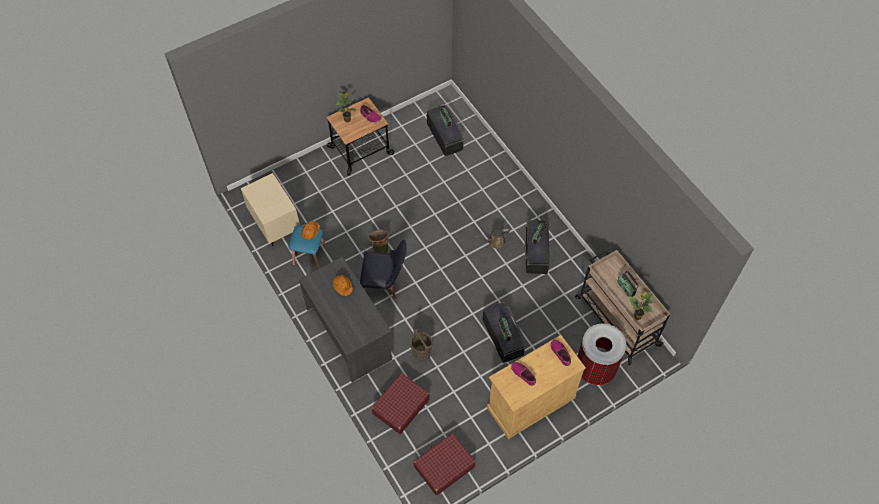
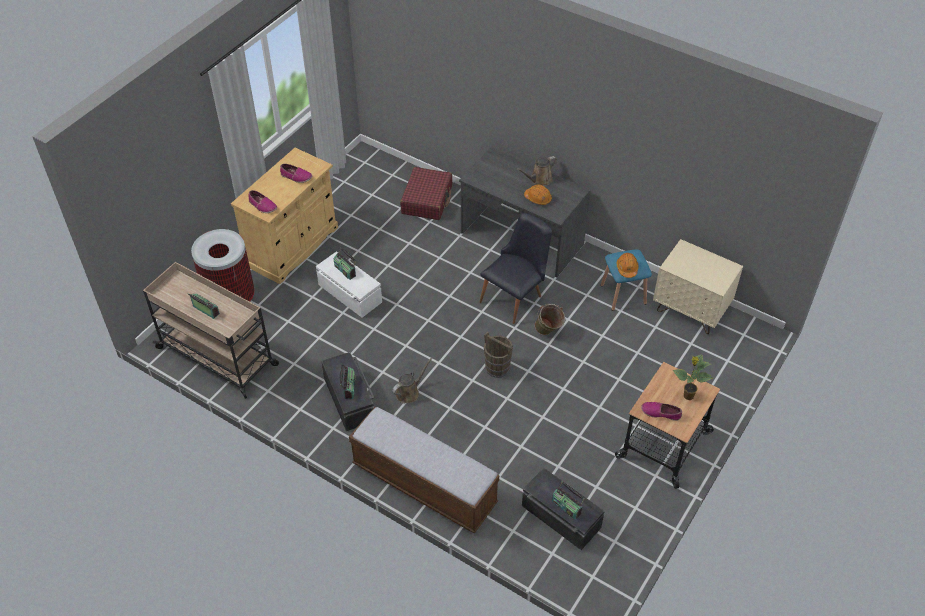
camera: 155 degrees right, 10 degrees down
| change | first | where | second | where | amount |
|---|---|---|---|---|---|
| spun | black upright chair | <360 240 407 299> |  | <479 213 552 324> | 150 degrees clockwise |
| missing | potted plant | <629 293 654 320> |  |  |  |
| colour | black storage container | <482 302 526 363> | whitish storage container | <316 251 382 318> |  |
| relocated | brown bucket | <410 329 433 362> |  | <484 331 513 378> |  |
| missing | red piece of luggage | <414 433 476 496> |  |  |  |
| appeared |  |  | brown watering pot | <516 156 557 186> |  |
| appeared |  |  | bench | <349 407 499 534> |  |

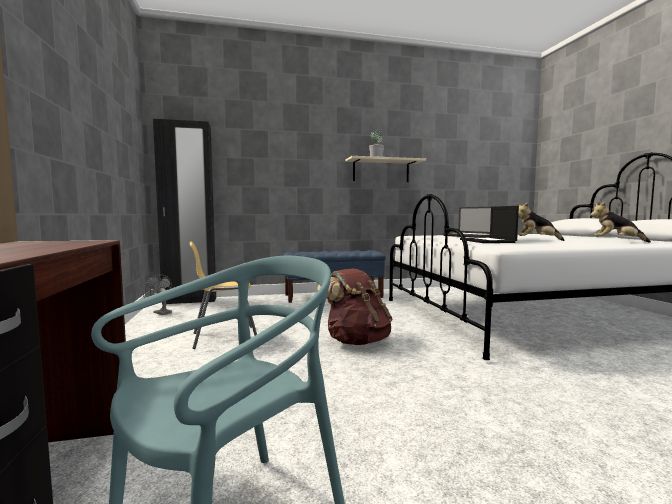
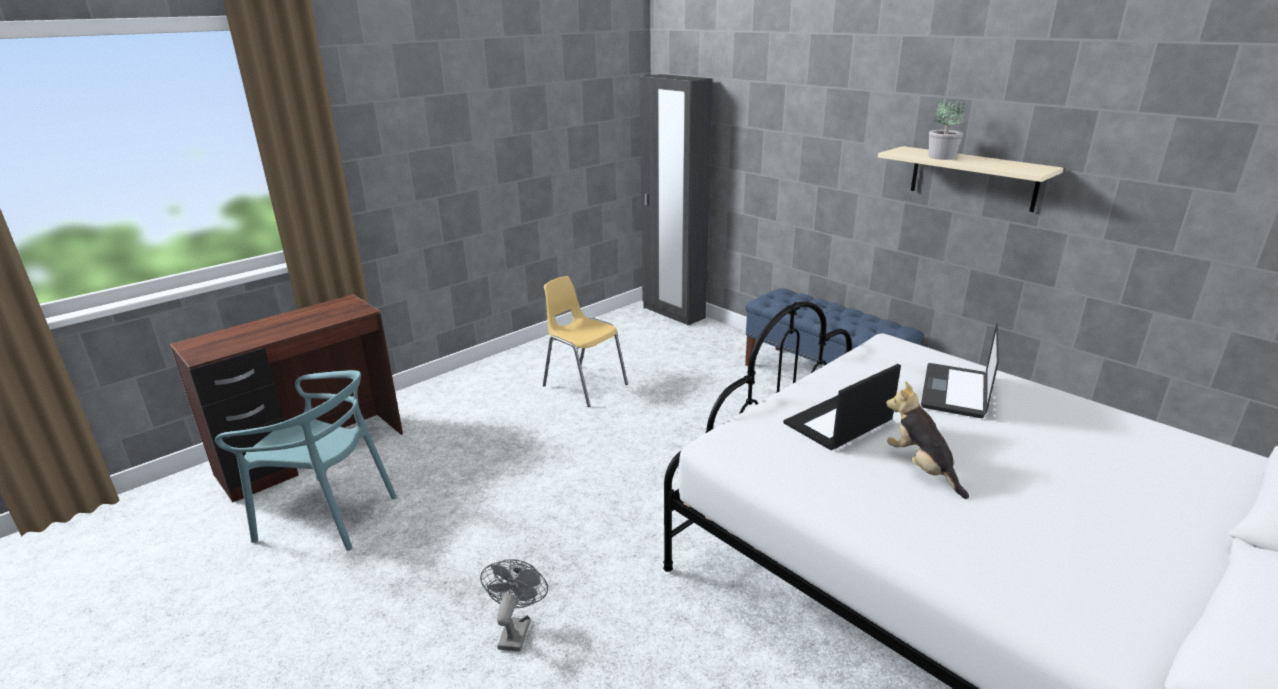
camera: 60 degrees right, 20 degrees up
| change | first | where | second | where | amount |
|---|---|---|---|---|---|
| missing | cuddly toy | <590 201 651 243> |  |  |  |
| missing | brown backpack | <317 269 393 345> |  |  |  |
| relocated | gray cooling fan | <143 275 172 315> |  | <480 559 548 652> |  |

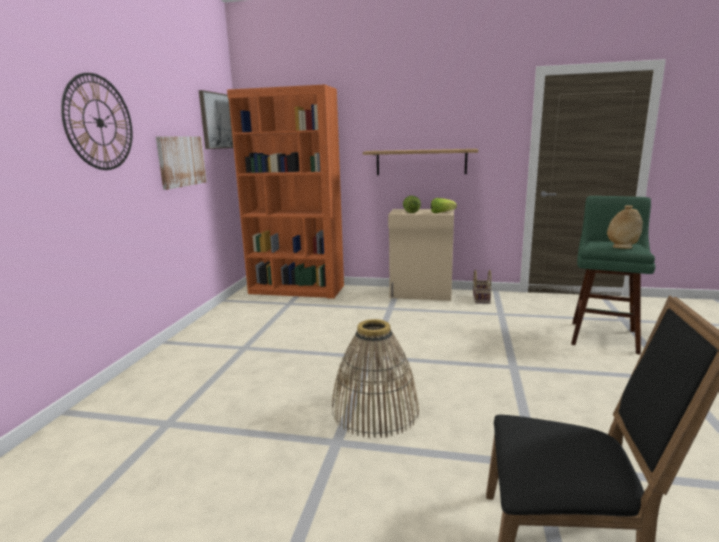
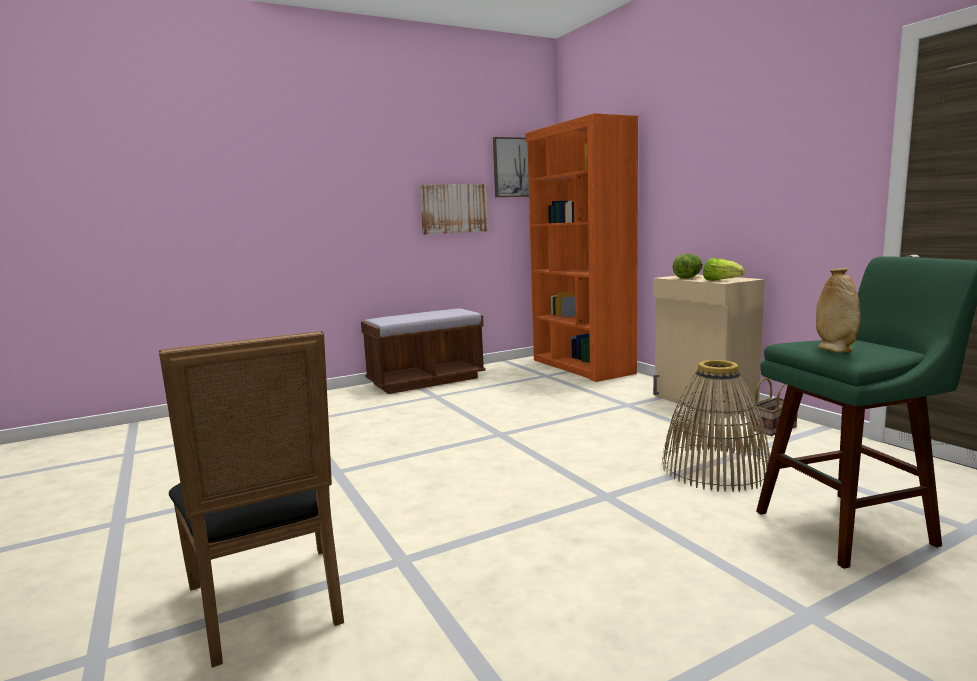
camera: 50 degrees right, 5 degrees down
| change | first | where | second | where | amount |
|---|---|---|---|---|---|
| missing | hanging clock | <61 73 132 170> |  |  |  |
| missing | bracket shelf | <363 149 478 175> |  |  |  |
| relocated | household basket | <332 319 419 438> |  | <662 360 770 492> |  |
| appeared |  |  | brown bench | <361 308 486 394> |  |

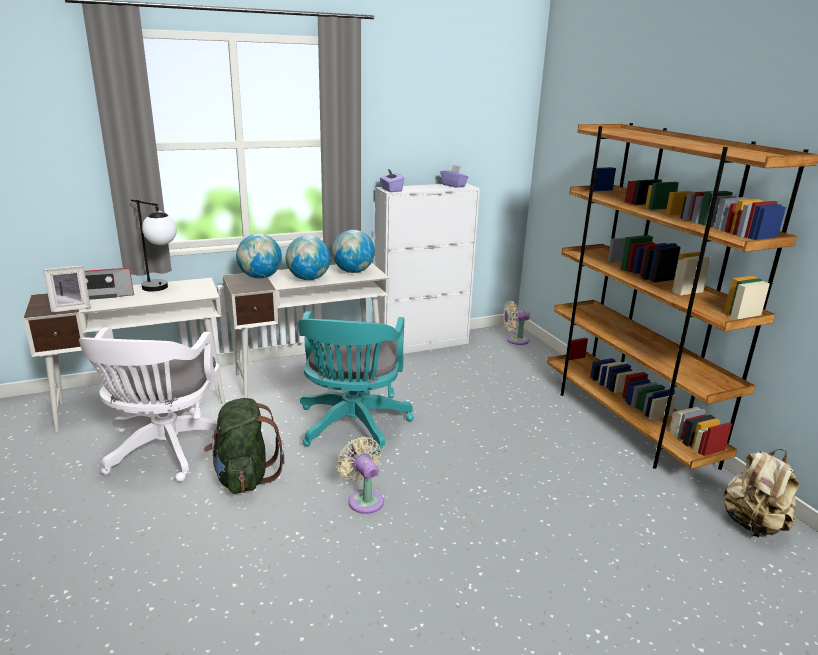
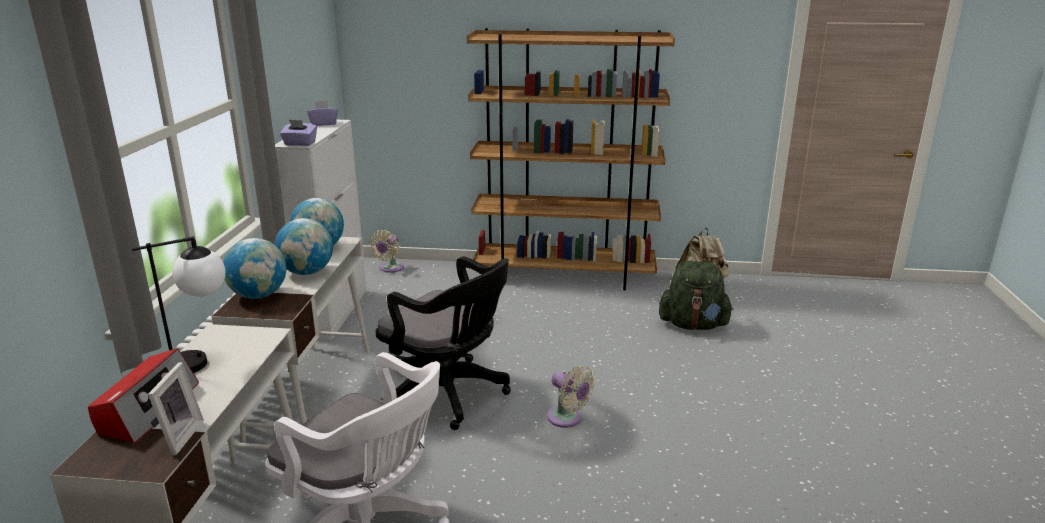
camera: 60 degrees left, 0 degrees up
| change | first | where | second | where | amount |
|---|---|---|---|---|---|
| colour | turquoise office chair | <298 311 414 455> | black office chair | <376 256 511 430> |  |
| relocated | green backpack | <204 398 284 494> |  | <659 261 733 330> |  |
| spun | beige-coloured cooling fan | <336 436 384 514> |  | <547 366 595 428> | 135 degrees counterclockwise |

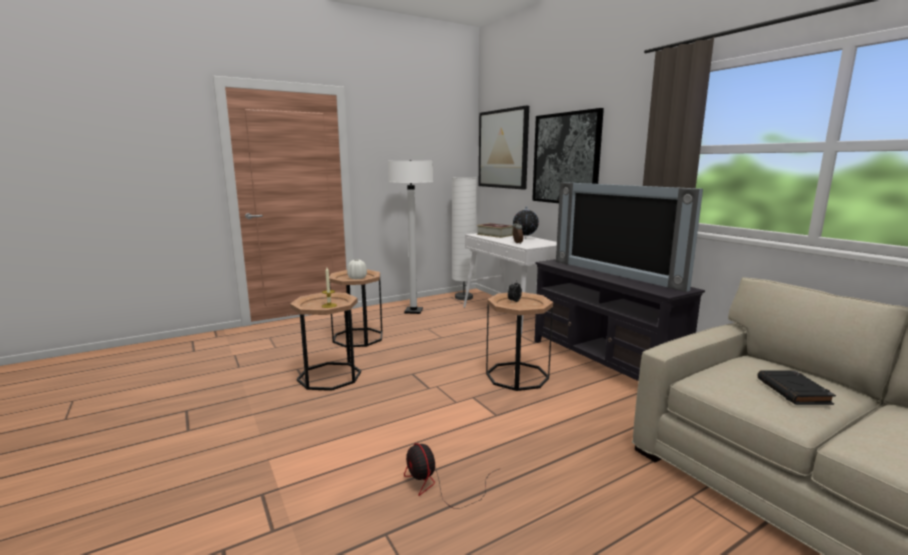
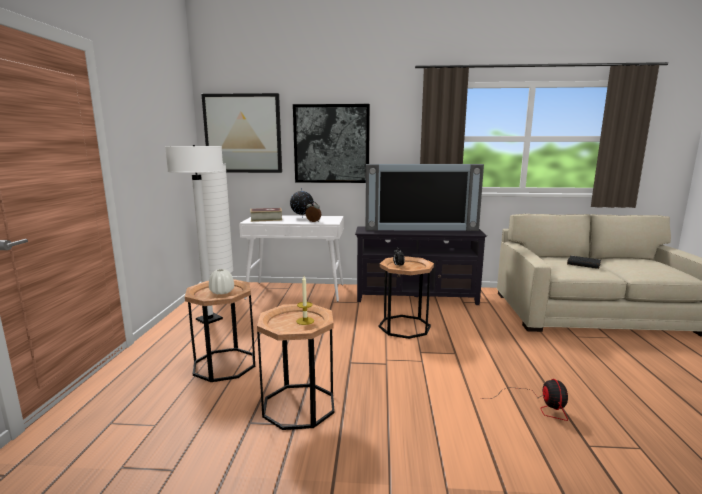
camera: 55 degrees left, 0 degrees up
| change | first | where | second | where | amount |
|---|---|---|---|---|---|
| spun | cooling fan | <404 443 501 509> |  | <480 379 568 421> | 90 degrees counterclockwise |

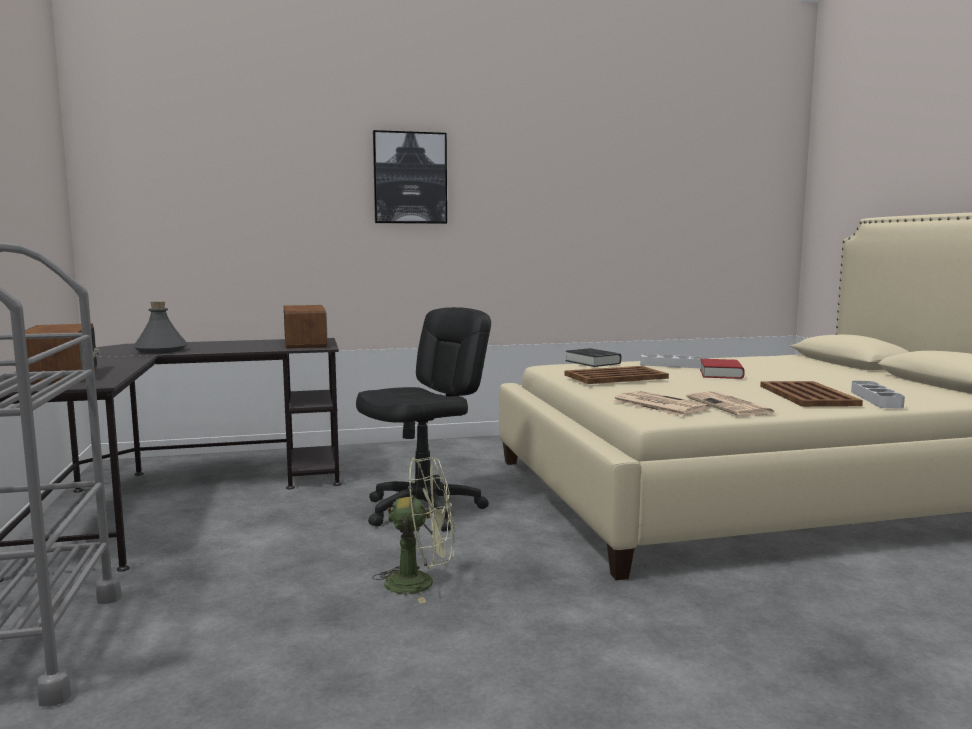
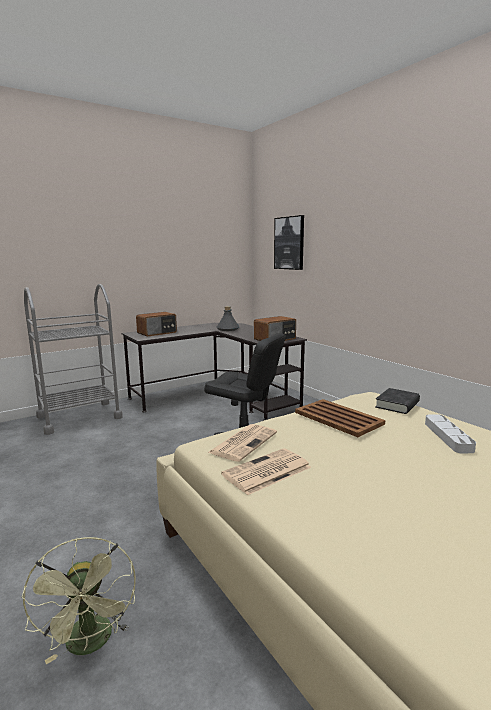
camera: 70 degrees right, 5 degrees up
| change | first | where | second | where | amount |
|---|---|---|---|---|---|
| relocated | picture | <373 130 447 224> |  | <274 215 304 270> |  |
| missing | red book | <700 359 745 379> |  |  |  |
| missing | brown carrying tray | <760 381 863 407> |  |  |  |
| missing | gray carrying tray | <851 381 905 409> |  |  |  |
| relocated | green cooling fan | <372 457 454 604> |  | <22 537 136 664> |  |

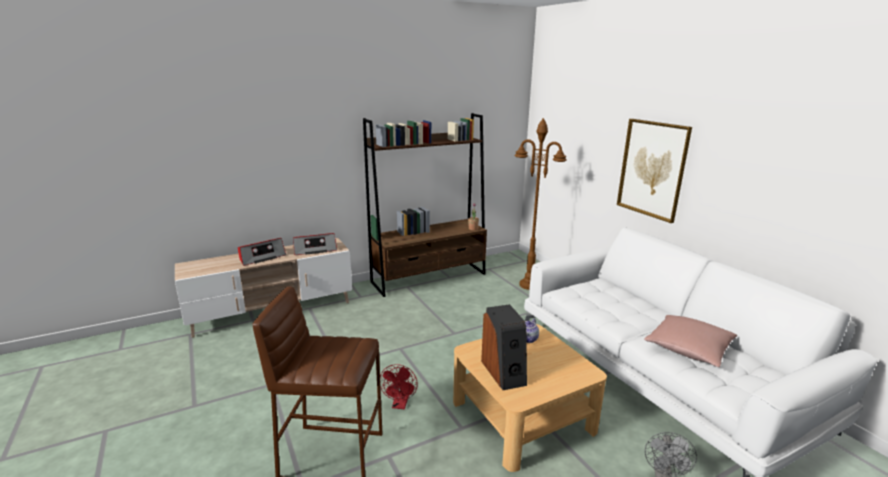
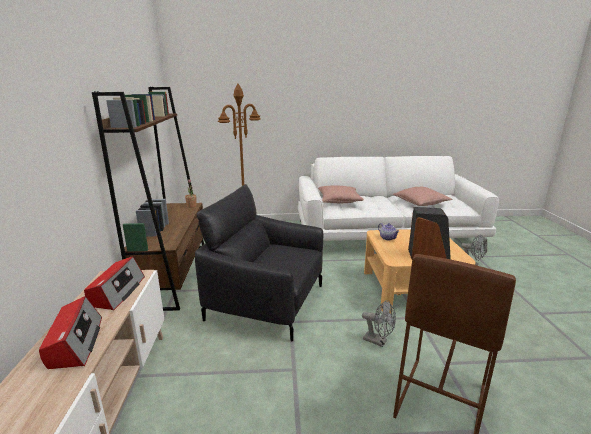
camera: 65 degrees left, 0 degrees up
| change | first | where | second | where | amount |
|---|---|---|---|---|---|
| missing | picture | <617 119 692 223> |  |  |  |
| colour | red cooling fan | <380 364 418 409> | gray cooling fan | <362 300 396 347> |  |
| appeared |  |  | black armchair | <195 184 323 342> |  |
| appeared |  |  | pinkish cushion | <318 185 364 203> |  |

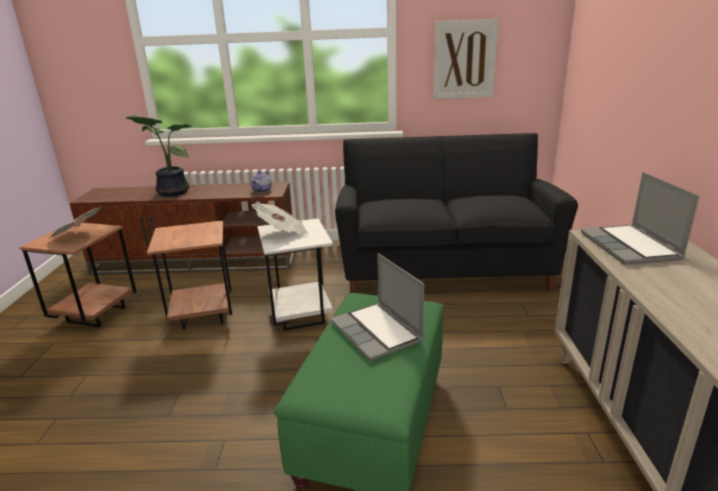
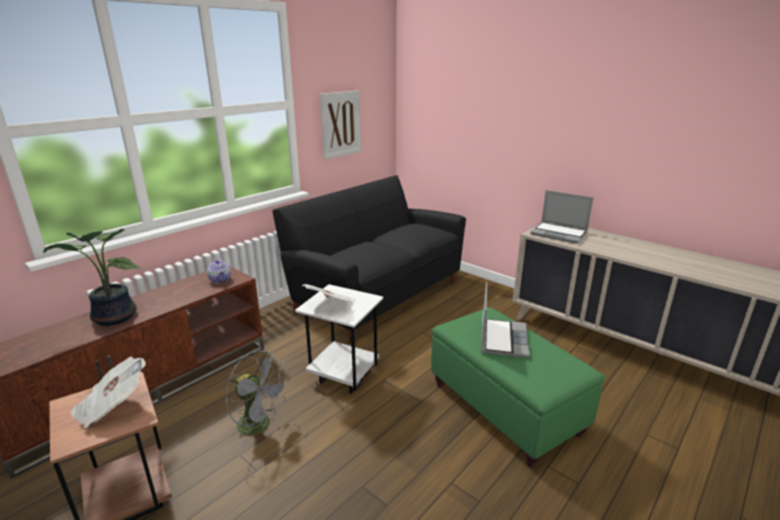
camera: 50 degrees left, 0 degrees up
| change | first | where | second | where | amount |
|---|---|---|---|---|---|
| exchanged | brown accent table | <147 220 232 329> | gray cooling fan | <225 350 289 446> |  |
| spun | portable computer | <331 253 424 361> |  | <481 282 530 358> | 90 degrees counterclockwise |

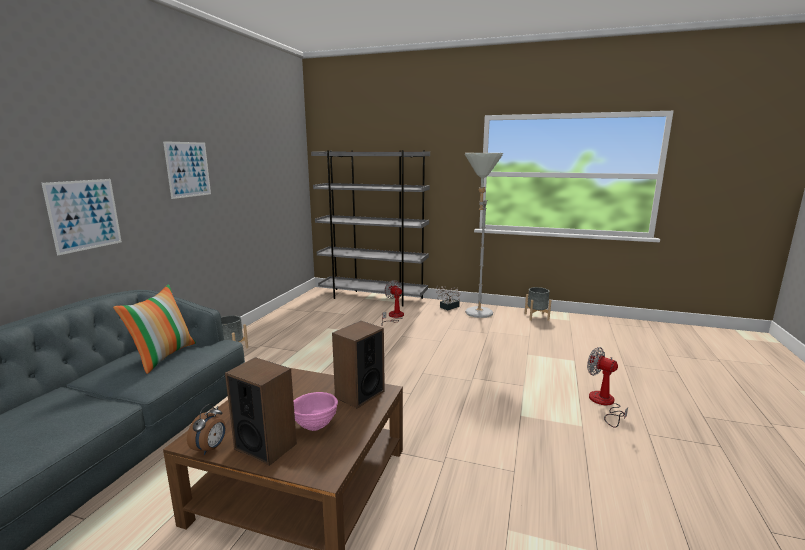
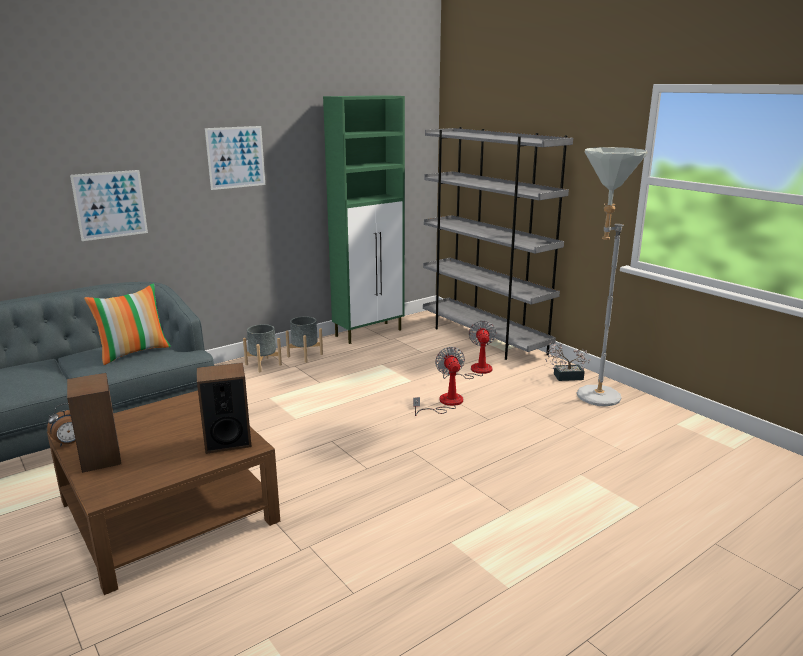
camera: 35 degrees right, 5 degrees up
| change | first | where | second | where | amount |
|---|---|---|---|---|---|
| relocated | gray planter | <525 287 551 321> |  | <286 316 323 363> |  |
| relocated | cooling fan | <587 347 628 428> |  | <413 347 465 416> |  |
| missing | pinkish deep dish | <293 392 338 431> |  |  |  |
| appeared |  |  | green cupboard | <323 95 405 344> |  |

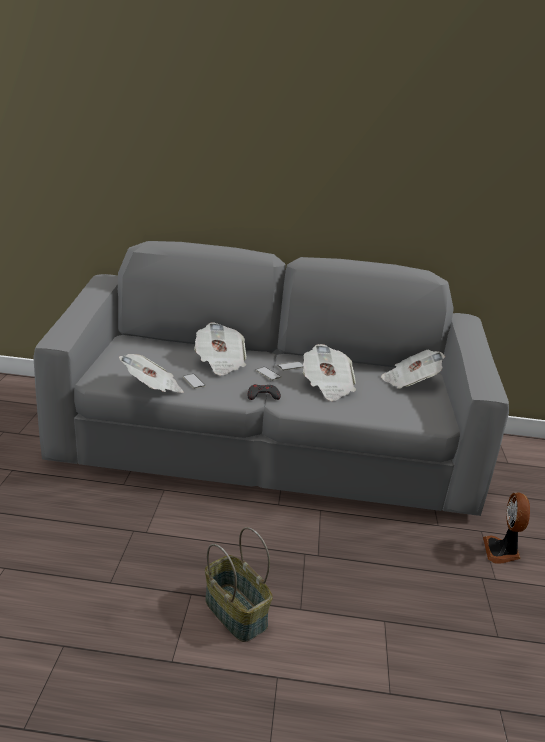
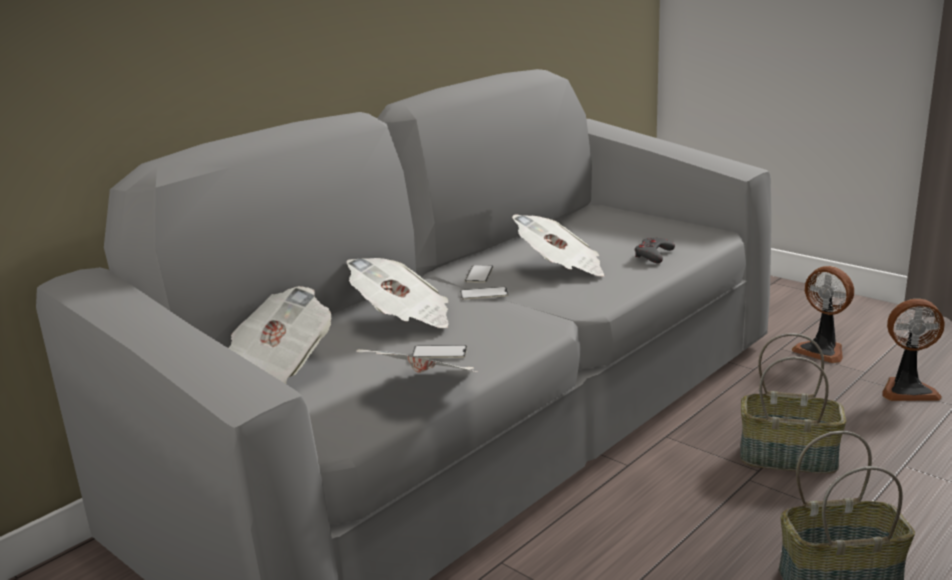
camera: 50 degrees left, 5 degrees down
| change | first | where | second | where | amount |
|---|---|---|---|---|---|
| relocated | printed paper | <381 350 445 389> |  | <229 286 331 384> |  |
| relocated | gray game controller | <248 384 281 400> |  | <635 238 675 263> |  |
| appeared |  |  | cooling fan | <883 299 945 401> |  |
| appeared |  |  | household basket | <740 333 846 474> |  |

